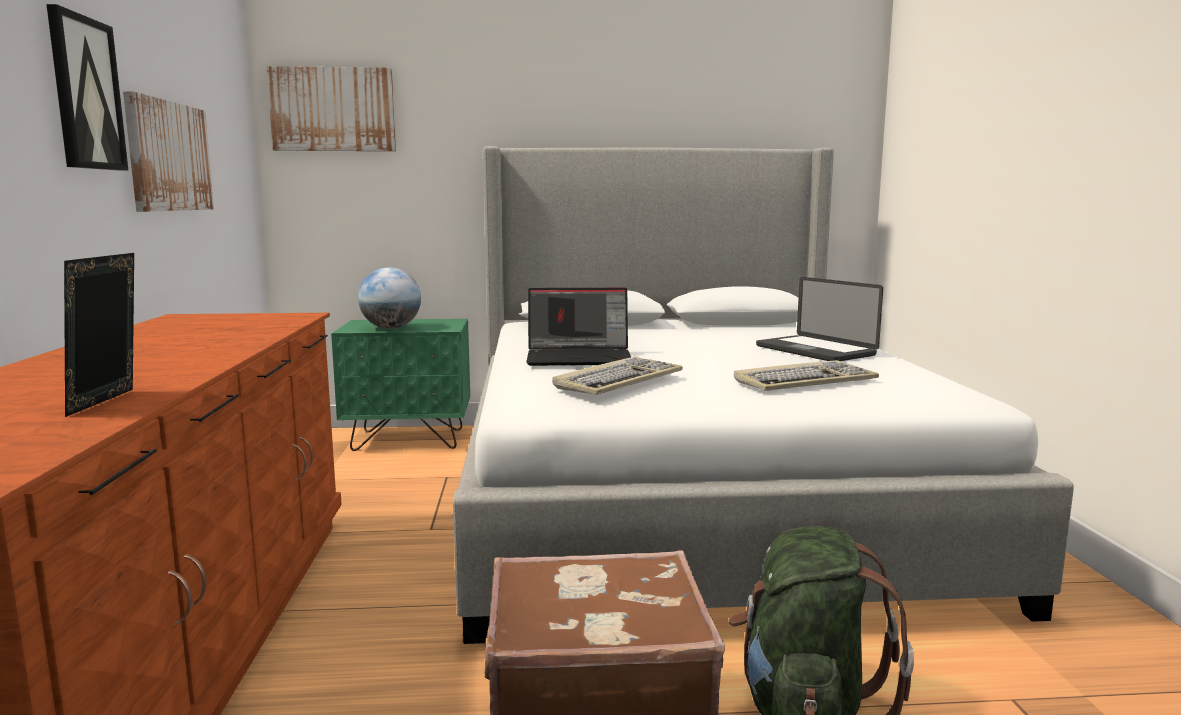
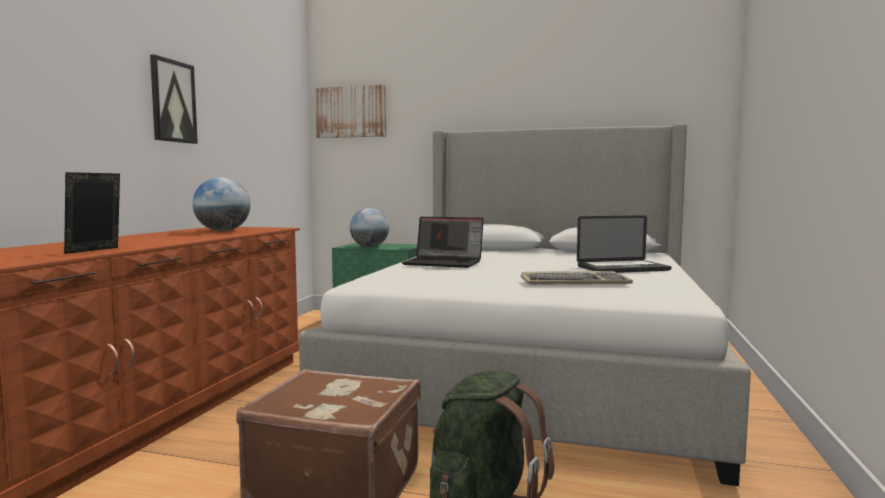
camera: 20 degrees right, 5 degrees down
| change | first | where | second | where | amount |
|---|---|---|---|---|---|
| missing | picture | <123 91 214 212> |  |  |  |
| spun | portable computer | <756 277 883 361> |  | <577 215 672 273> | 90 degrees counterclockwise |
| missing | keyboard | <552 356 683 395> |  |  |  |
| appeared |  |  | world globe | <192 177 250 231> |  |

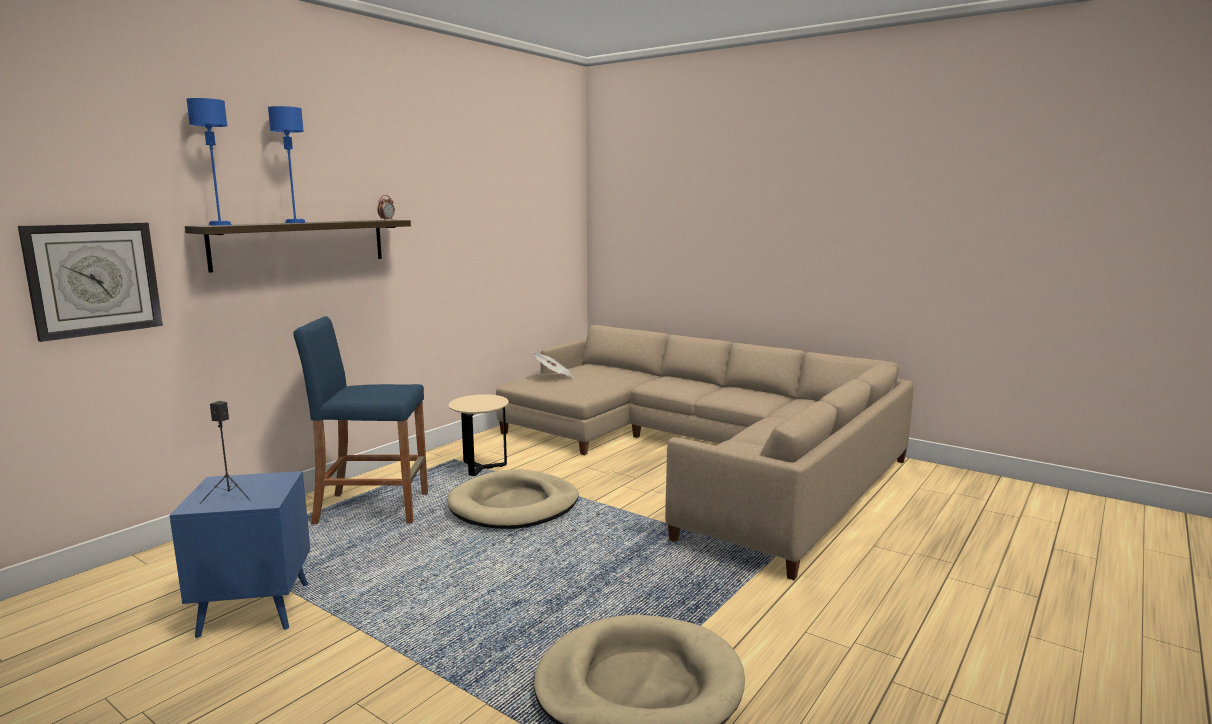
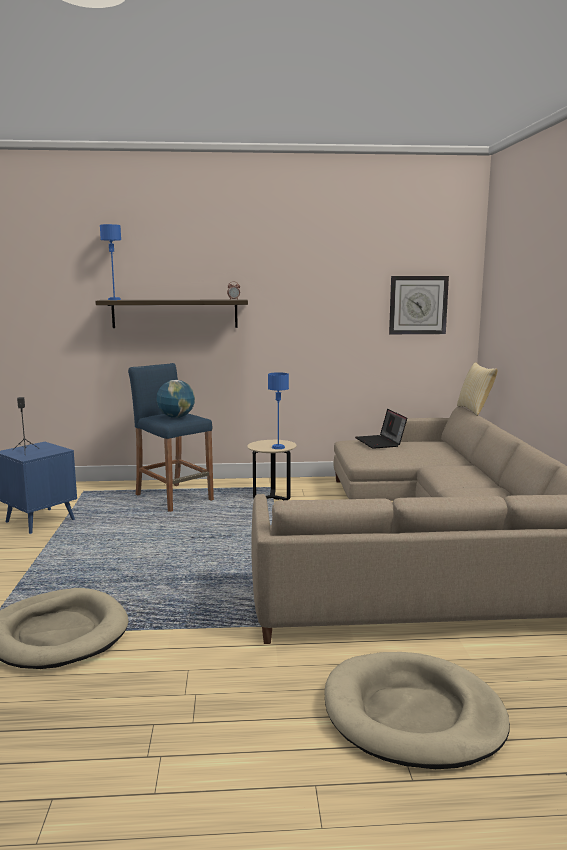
camera: 50 degrees right, 0 degrees up
| change | first | where | second | where | amount |
|---|---|---|---|---|---|
| relocated | blue-coloured lamp for a table | <268 106 306 223> |  | <268 372 289 449> |  |
| relocated | hanging clock | <18 223 163 342> |  | <389 276 449 334> |  |
| exchanged | printed paper | <532 352 573 377> | portable computer | <355 409 407 449> |  |
| relocated | beige-coloured dog cushion | <447 469 579 529> |  | <324 652 510 769> |  |
| appeared |  |  | cushion | <457 362 498 416> |  |
| appeared |  |  | world globe | <156 380 195 418> |  |

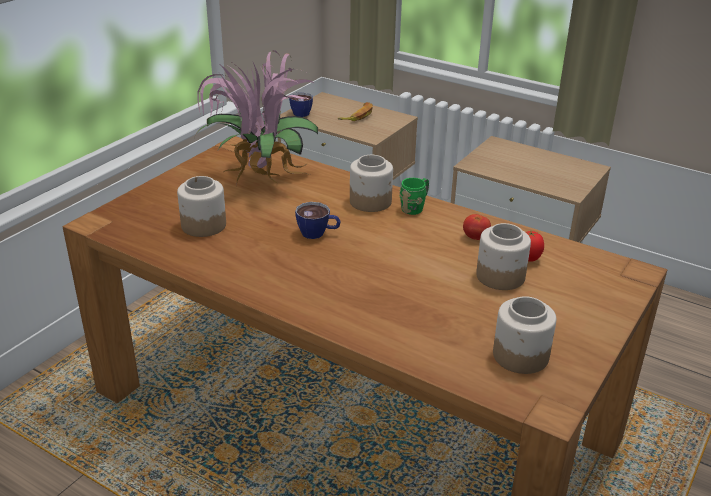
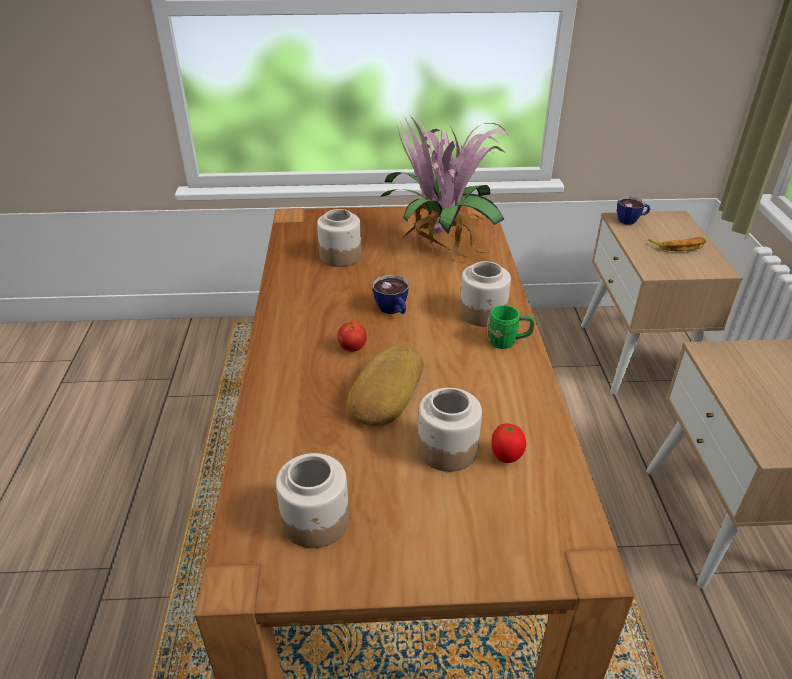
camera: 55 degrees right, 5 degrees up
| change | first | where | second | where | amount |
|---|---|---|---|---|---|
| relocated | whole tomato | <463 214 491 240> |  | <337 322 367 352> |  |
| appeared |  |  | bread | <347 346 424 426> |  |

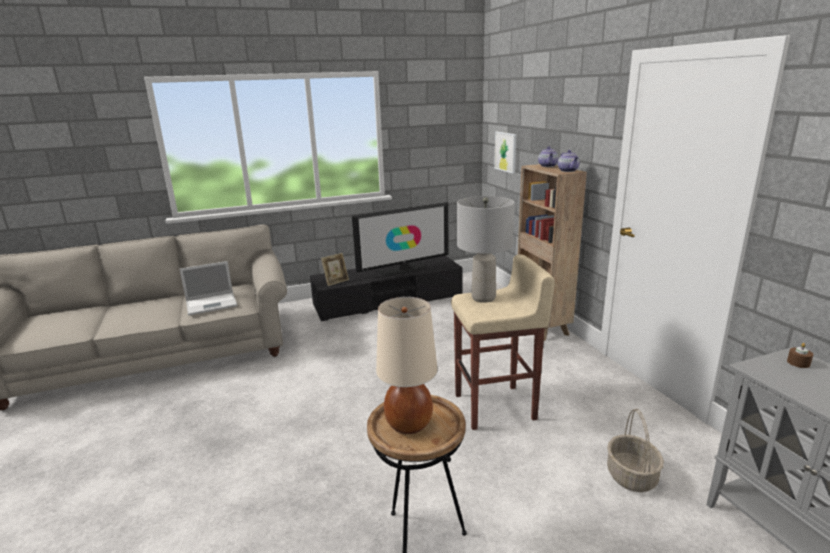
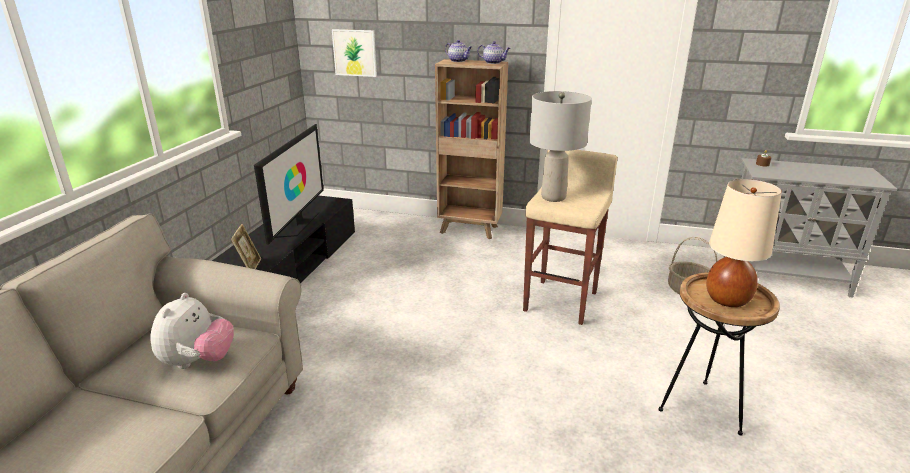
camera: 55 degrees left, 5 degrees up
| change | first | where | second | where | amount |
|---|---|---|---|---|---|
| exchanged | portable computer | <180 261 237 316> | cuddly toy | <151 293 234 369> |  |

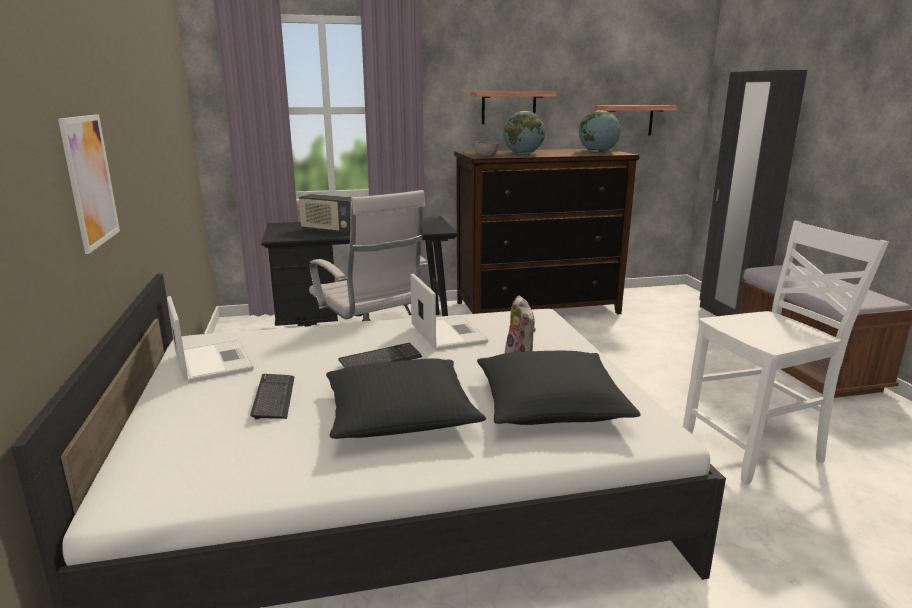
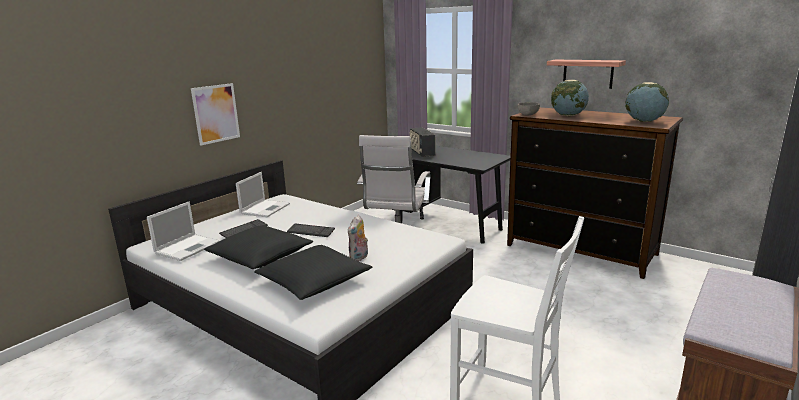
camera: 50 degrees right, 0 degrees up
| change | first | where | second | where | amount |
|---|---|---|---|---|---|
| missing | bracket shelf | <594 105 677 136> |  |  |  |
| relocated | portable computer | <410 273 488 351> |  | <147 201 220 261> |  |

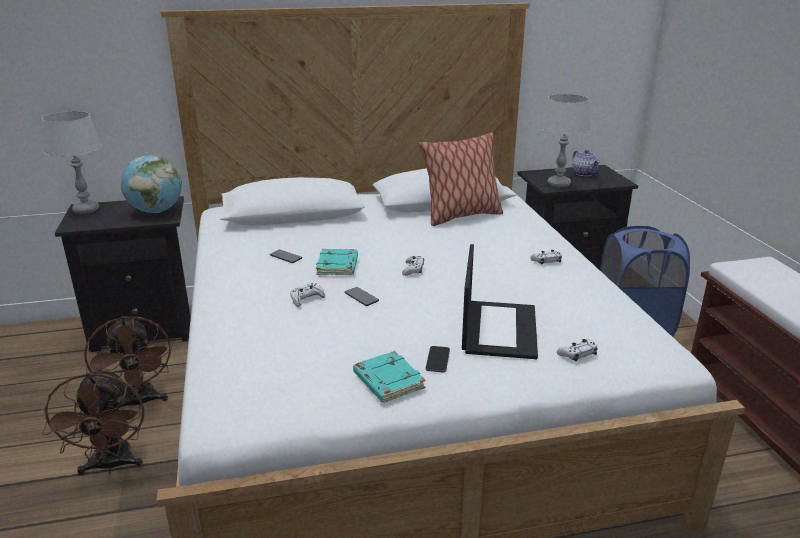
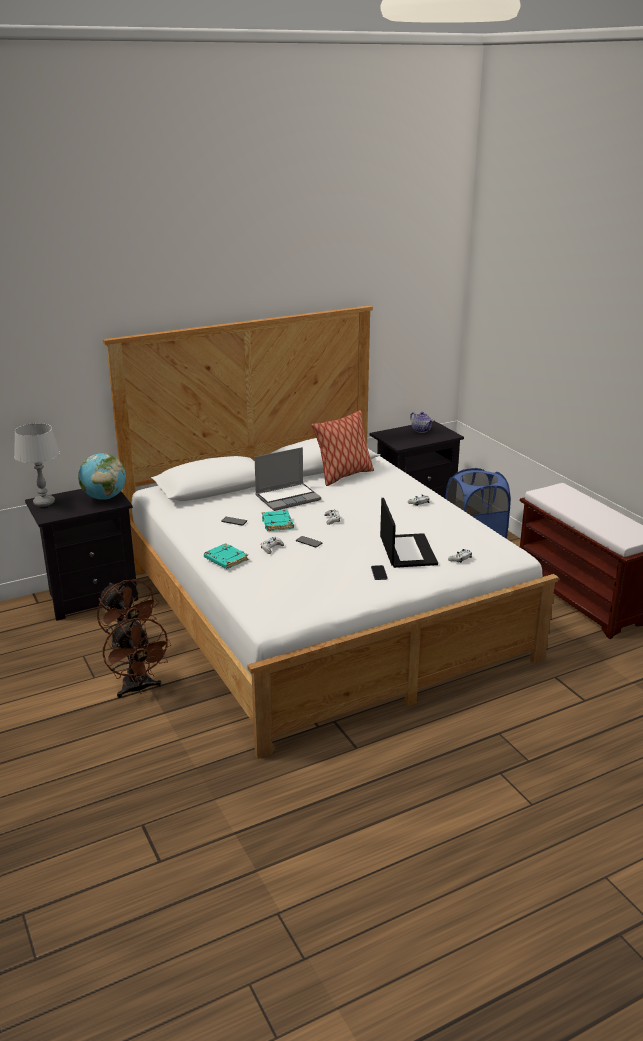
camera: 15 degrees left, 0 degrees up
| change | first | where | second | where | amount |
|---|---|---|---|---|---|
| missing | gray lamp for a table | <541 94 590 187> |  |  |  |
| relocated | turquoise book | <353 351 426 403> |  | <204 543 248 569> |  |
| appeared |  |  | portable computer | <254 447 321 511> |  |

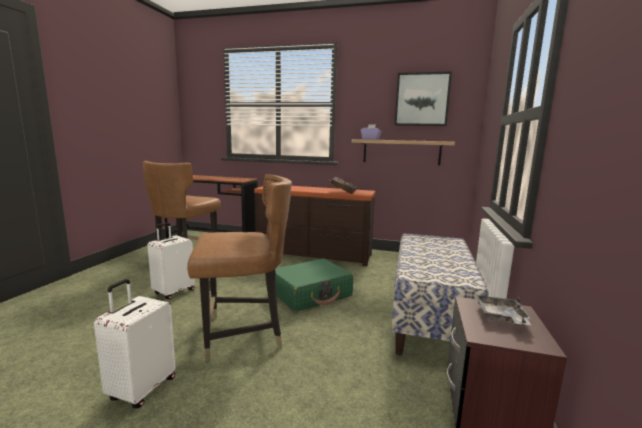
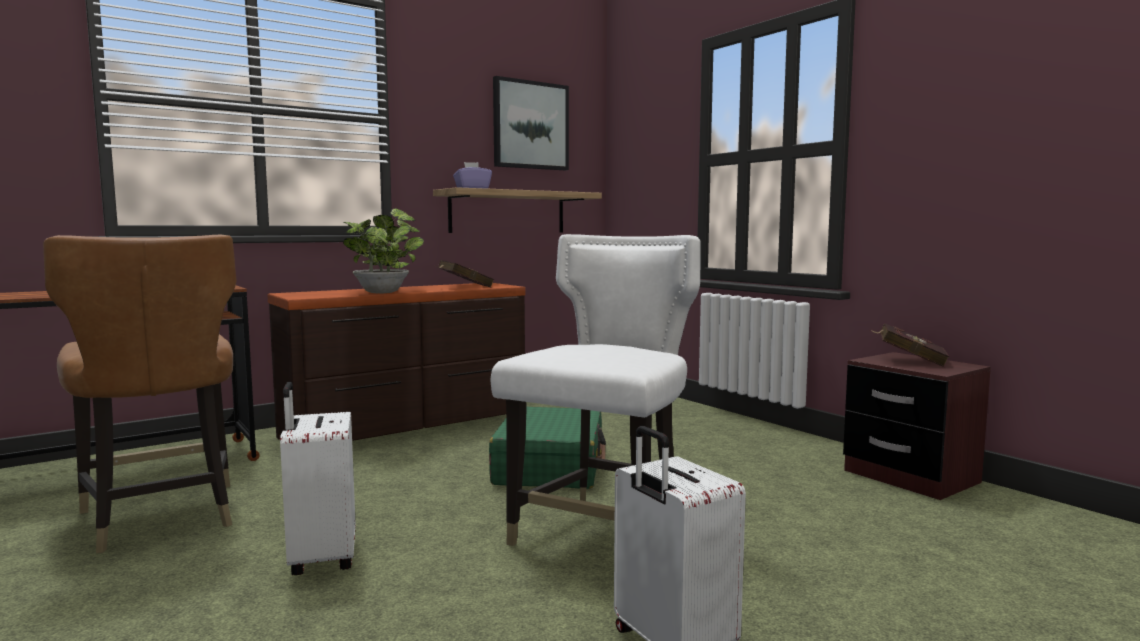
camera: 50 degrees left, 5 degrees down
| change | first | where | second | where | amount |
|---|---|---|---|---|---|
| colour | brown upright chair | <187 174 292 361> | whitish upright chair | <491 234 701 546> |  |
| missing | bench | <391 233 489 355> |  |  |  |
| exchanged | gray carrying tray | <475 294 531 325> | red book | <870 323 949 367> |  |
| appeared |  |  | potted plant | <343 208 424 293> |  |

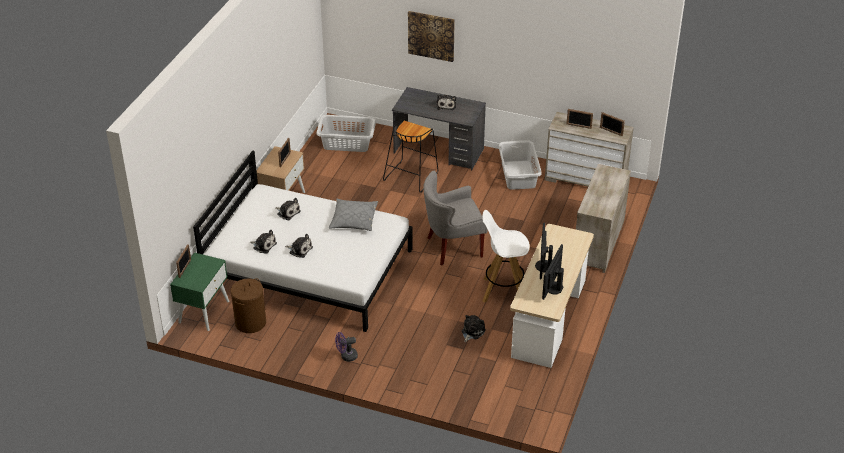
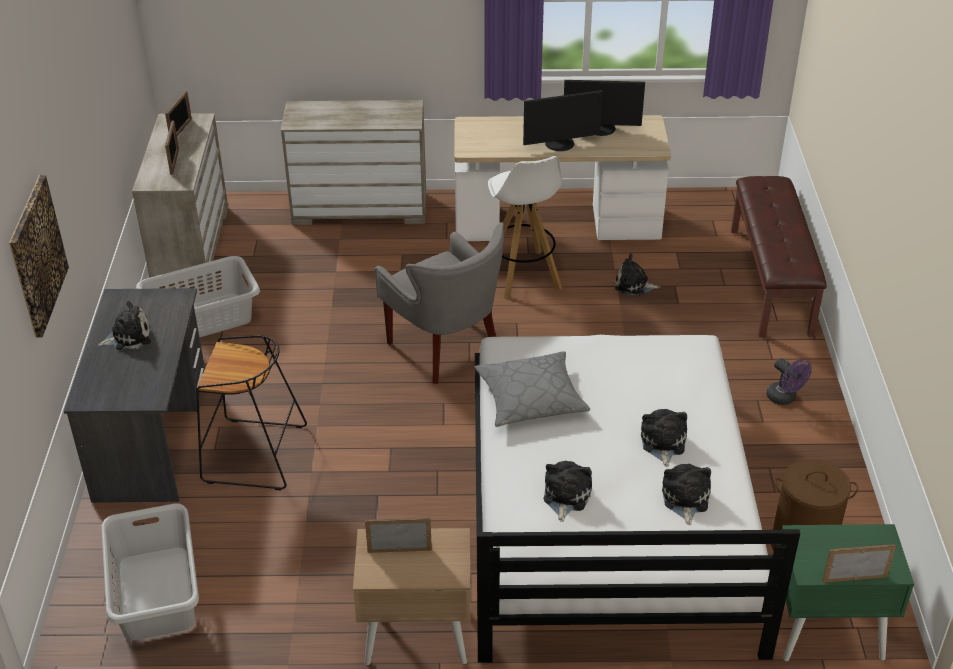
camera: 110 degrees left, 0 degrees up
| change | first | where | second | where | amount |
|---|---|---|---|---|---|
| appeared |  |  | brown bench | <731 176 827 337> |  |

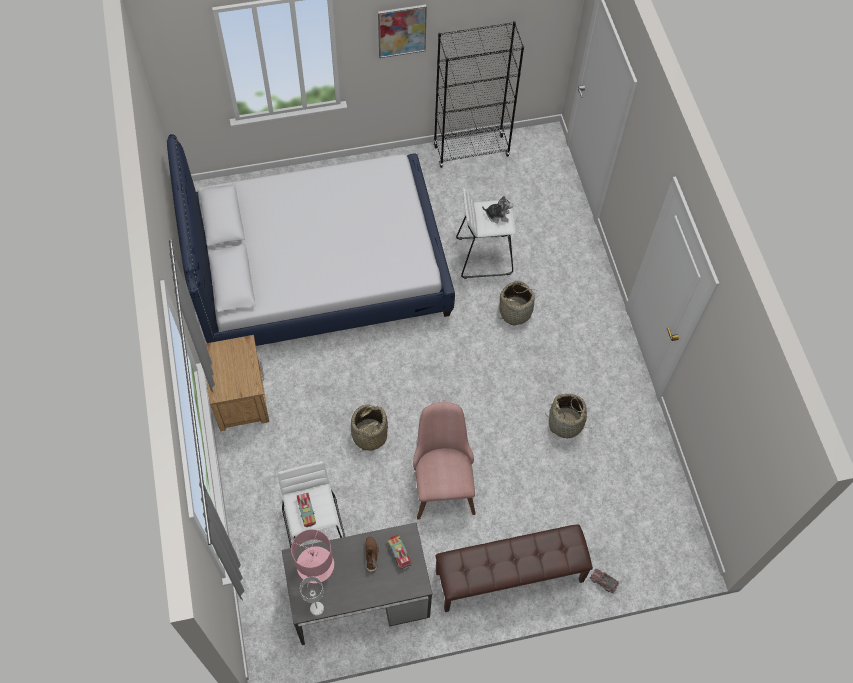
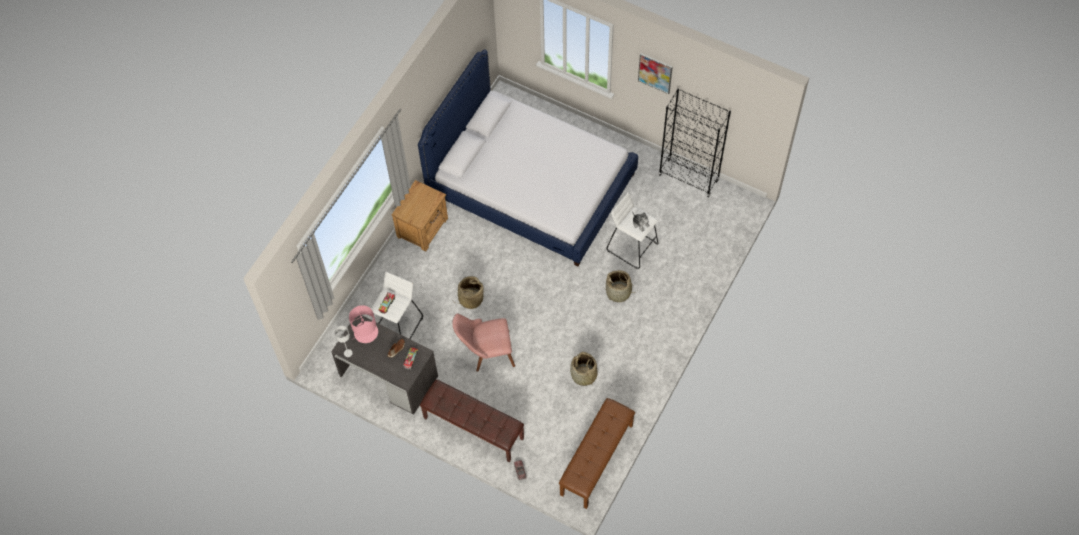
camera: 45 degrees right, 0 degrees up
| change | first | where | second | where | amount |
|---|---|---|---|---|---|
| spun | pinkish upright chair | <413 402 476 520> |  | <453 313 515 372> | 135 degrees counterclockwise |
| appeared |  |  | brown bench | <559 398 635 509> |  |

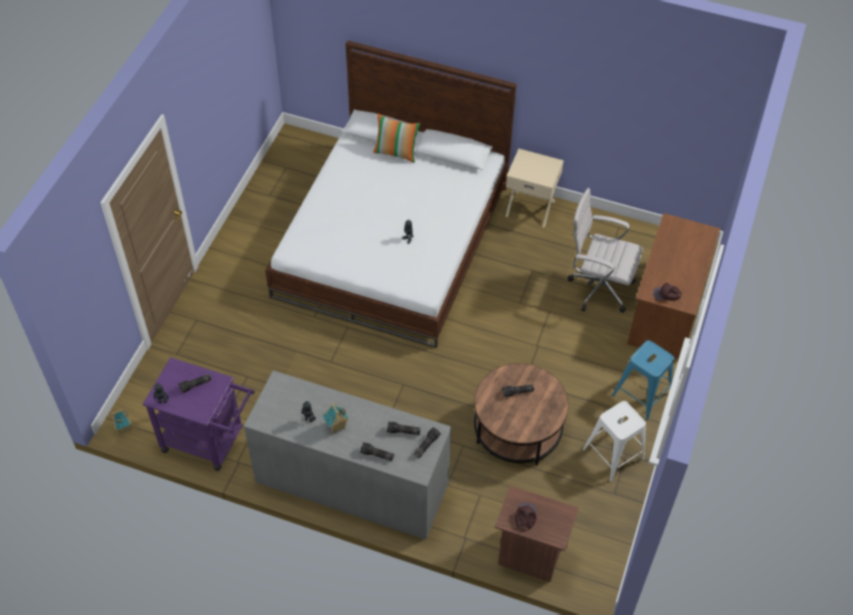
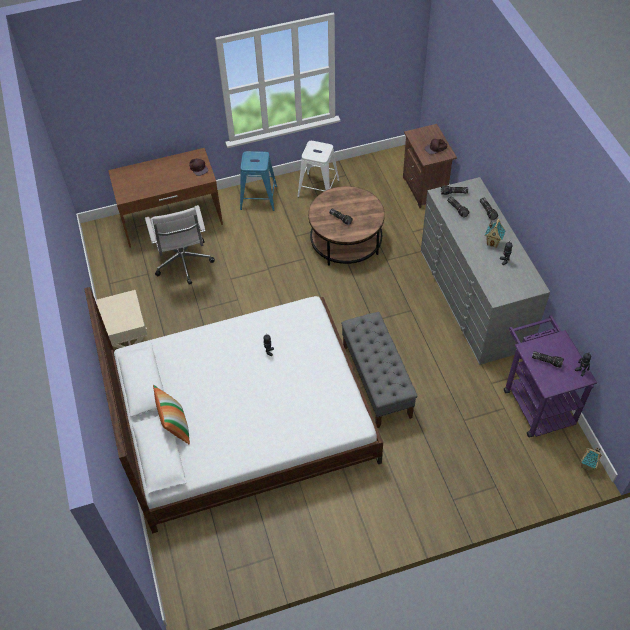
camera: 125 degrees left, 0 degrees up
| change | first | where | second | where | amount |
|---|---|---|---|---|---|
| appeared |  |  | gray bench | <341 312 418 428> |  |

